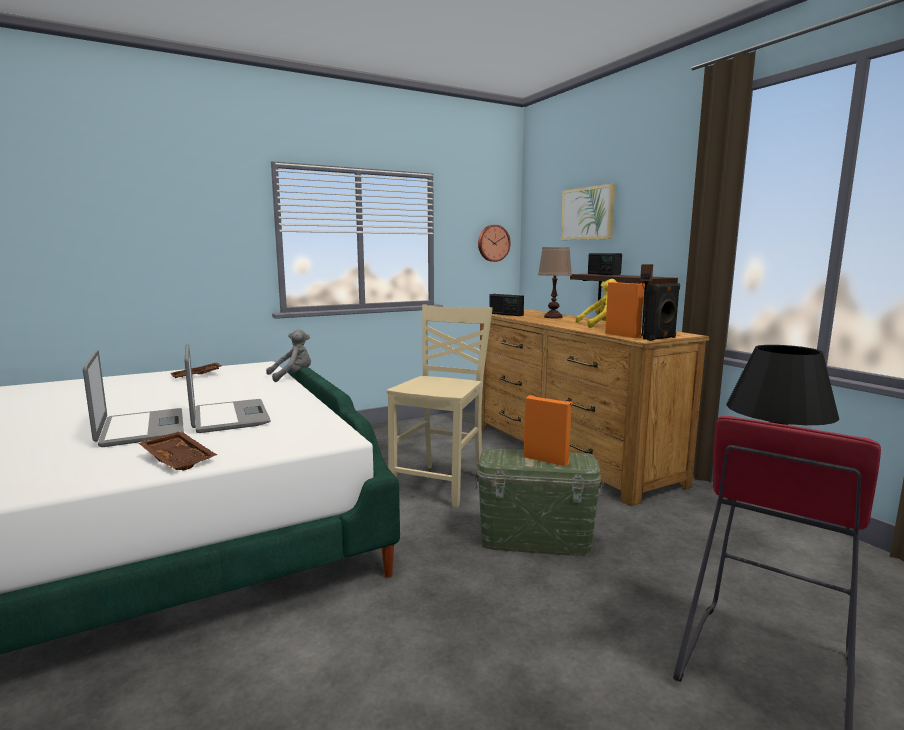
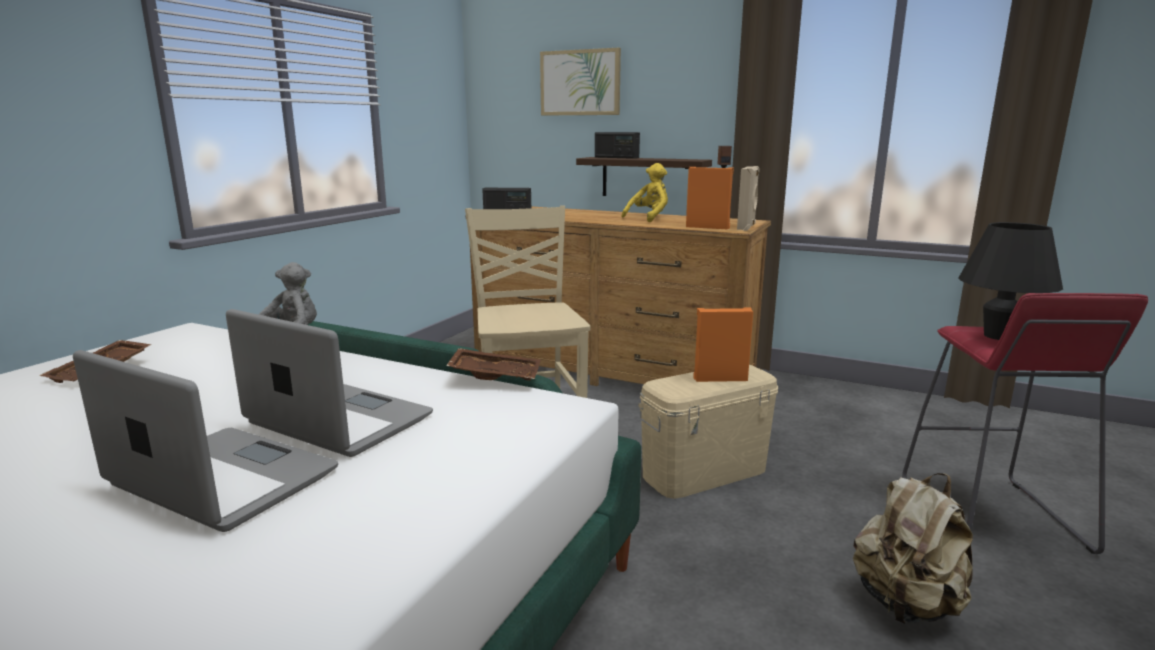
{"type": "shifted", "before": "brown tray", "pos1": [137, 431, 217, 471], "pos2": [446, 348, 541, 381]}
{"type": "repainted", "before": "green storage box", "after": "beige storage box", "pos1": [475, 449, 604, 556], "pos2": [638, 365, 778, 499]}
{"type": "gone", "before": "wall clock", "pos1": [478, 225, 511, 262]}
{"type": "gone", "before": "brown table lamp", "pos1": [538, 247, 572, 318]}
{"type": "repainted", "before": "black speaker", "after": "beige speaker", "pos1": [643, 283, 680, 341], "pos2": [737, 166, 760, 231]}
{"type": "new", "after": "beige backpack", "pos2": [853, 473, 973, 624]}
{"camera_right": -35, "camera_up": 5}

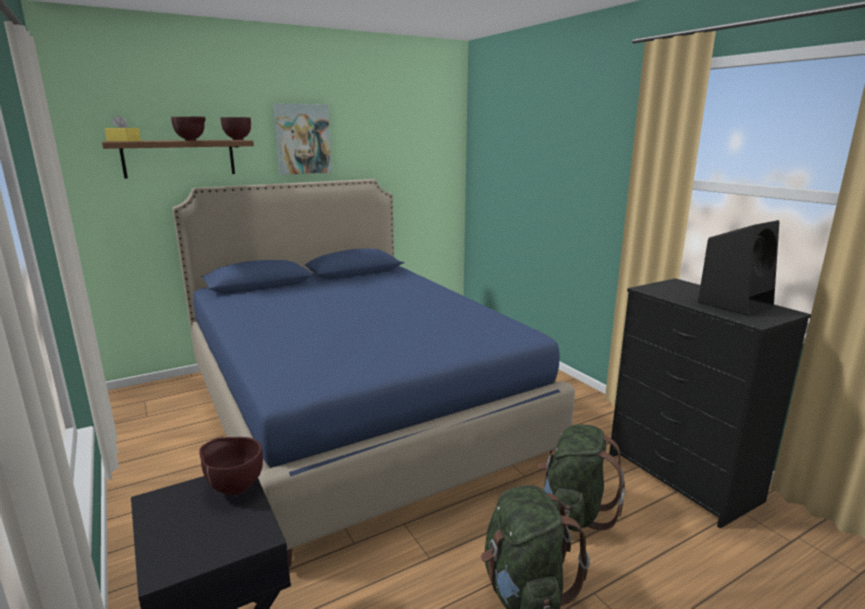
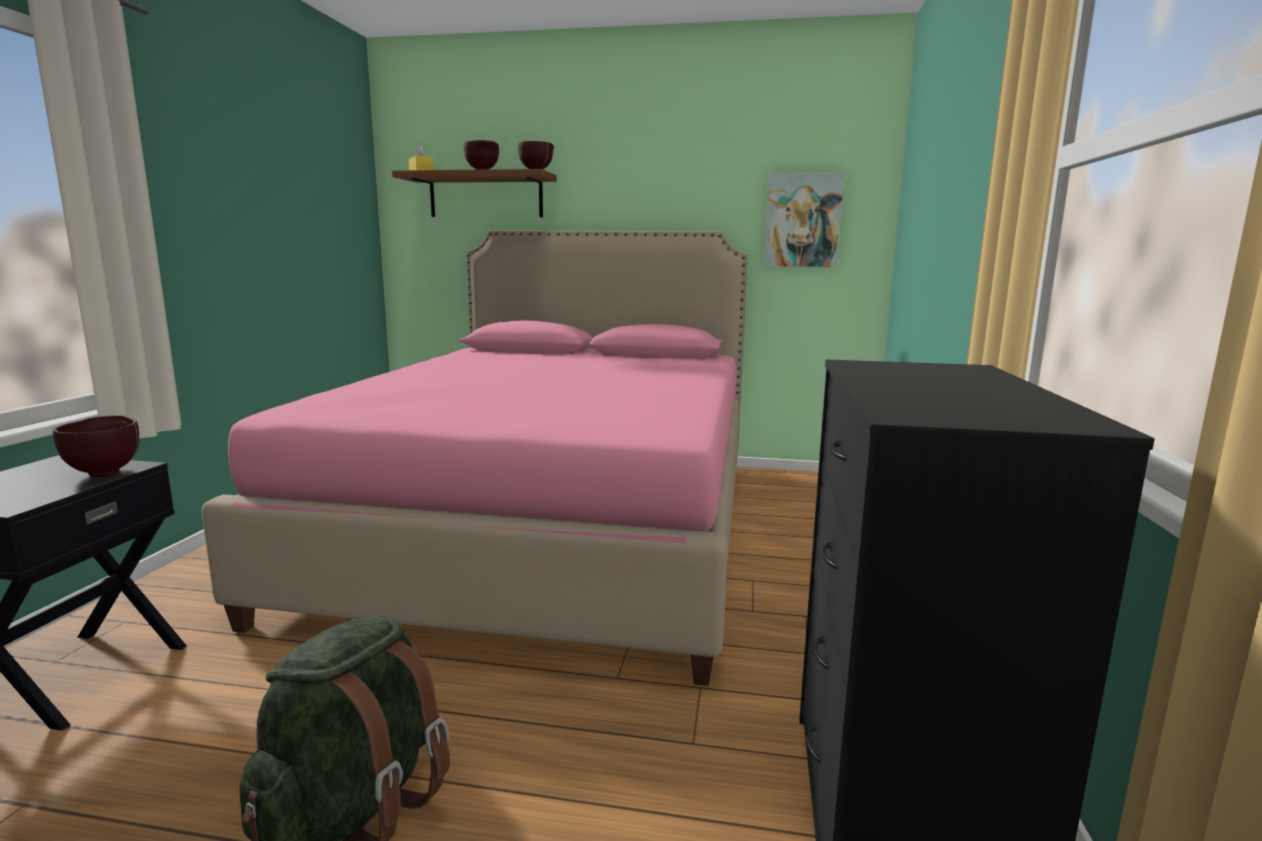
{"type": "repainted", "before": "blue bed", "after": "pink bed", "pos1": [172, 179, 575, 567], "pos2": [201, 230, 748, 686]}
{"type": "shifted", "before": "picture", "pos1": [273, 103, 332, 175], "pos2": [764, 172, 844, 267]}
{"type": "gone", "before": "green backpack", "pos1": [538, 424, 625, 532]}
{"type": "gone", "before": "black speaker", "pos1": [698, 220, 779, 316]}
{"camera_right": 40, "camera_up": -5}

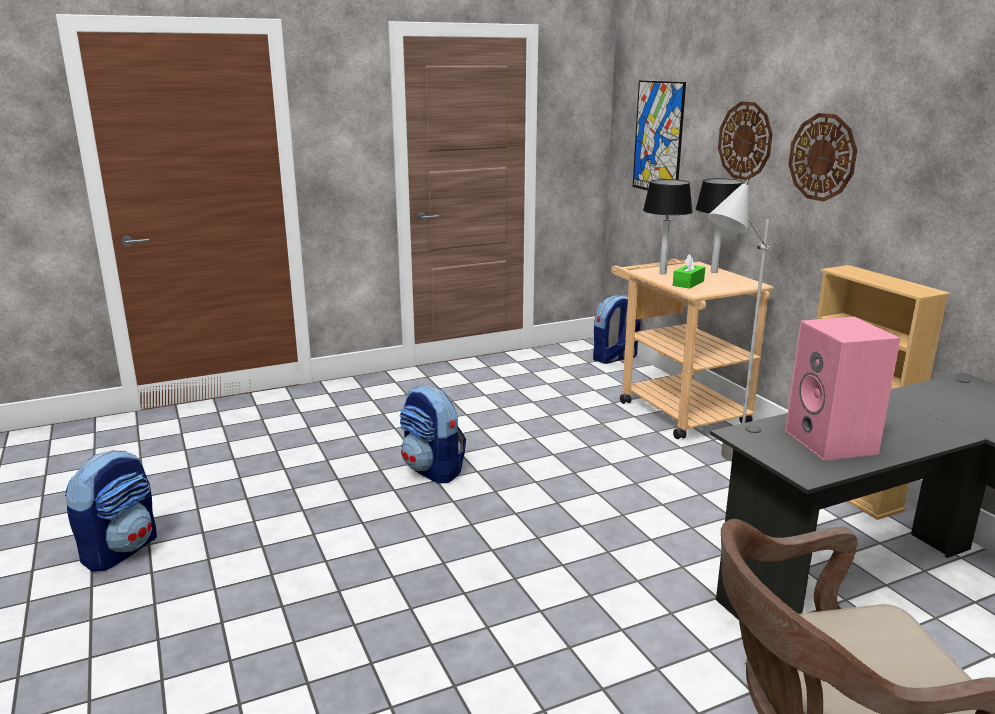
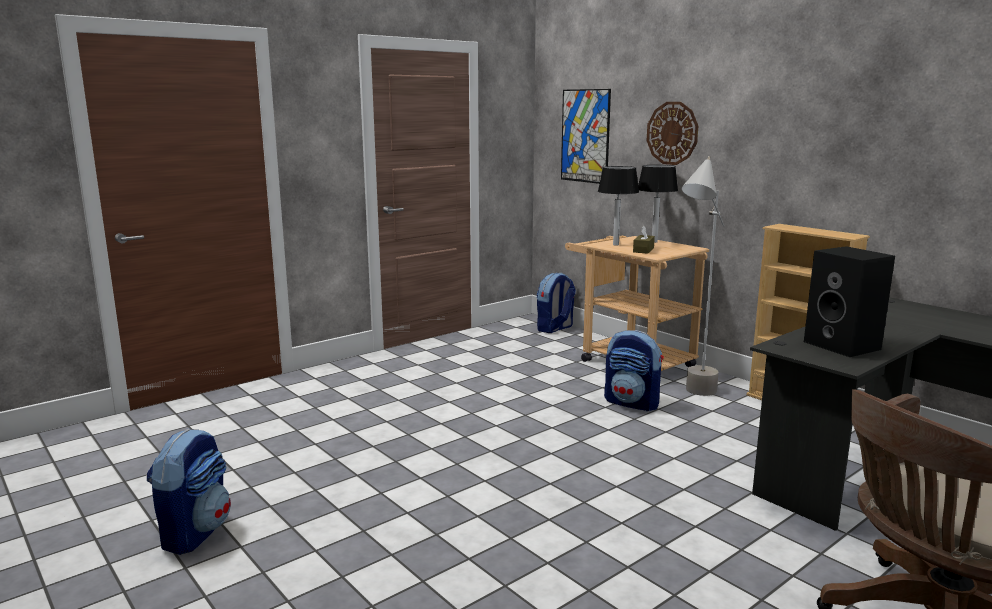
{"type": "shifted", "before": "backpack", "pos1": [399, 385, 466, 484], "pos2": [604, 330, 664, 411]}
{"type": "repainted", "before": "green tissue box", "after": "brown tissue box", "pos1": [673, 254, 705, 289], "pos2": [633, 226, 655, 254]}
{"type": "repainted", "before": "pink speaker", "after": "black speaker", "pos1": [785, 317, 901, 461], "pos2": [804, 246, 895, 357]}
{"type": "gone", "before": "wall clock", "pos1": [788, 113, 857, 201]}
{"camera_right": -15, "camera_up": -5}

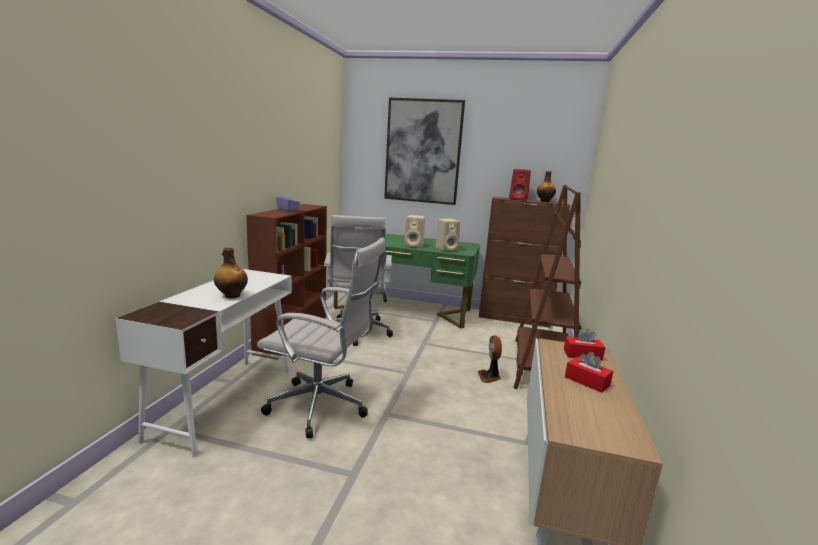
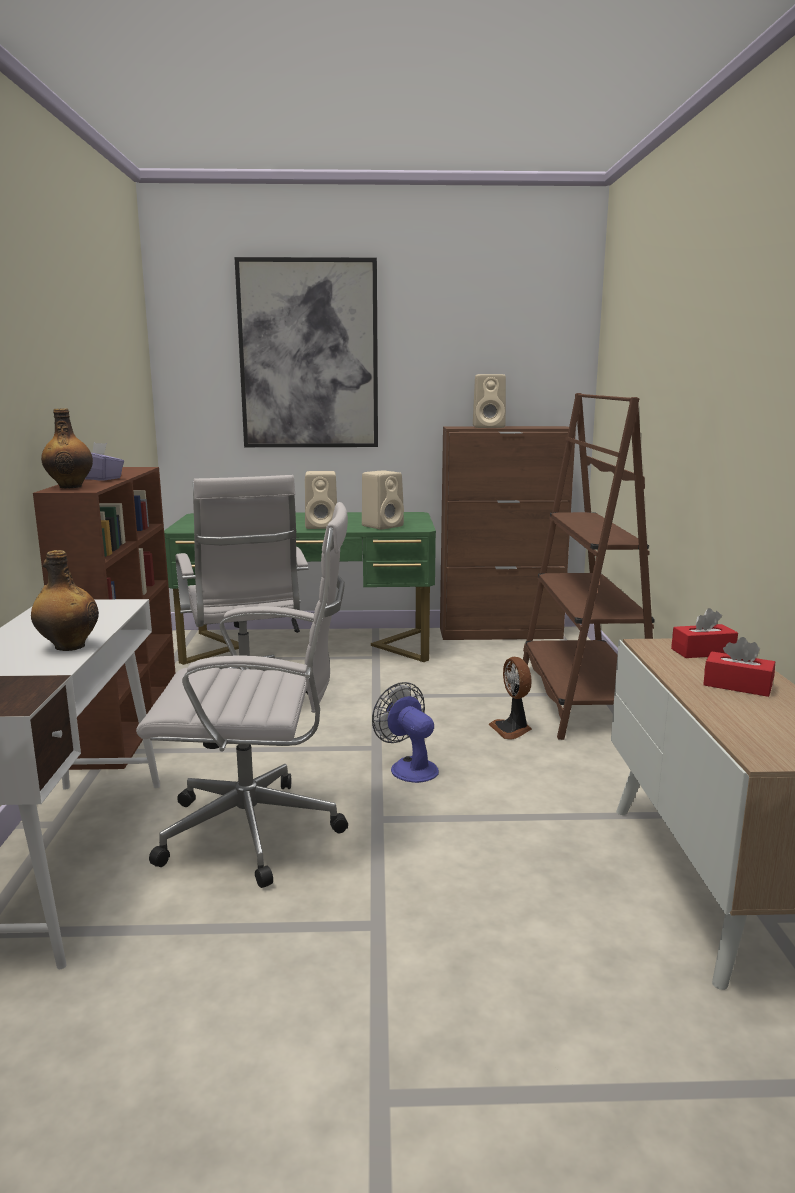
{"type": "repainted", "before": "red speaker", "after": "beige speaker", "pos1": [509, 169, 531, 201], "pos2": [473, 374, 506, 428]}
{"type": "shifted", "before": "bottle", "pos1": [537, 171, 556, 202], "pos2": [41, 408, 93, 488]}
{"type": "new", "after": "fan", "pos2": [372, 682, 439, 783]}
{"camera_right": -15, "camera_up": 0}

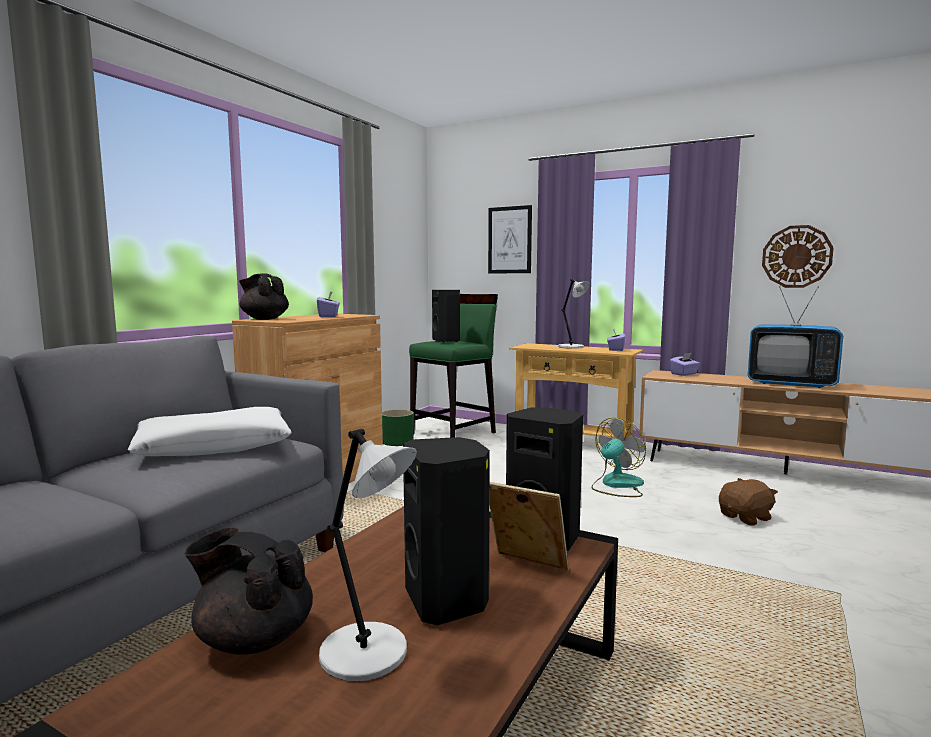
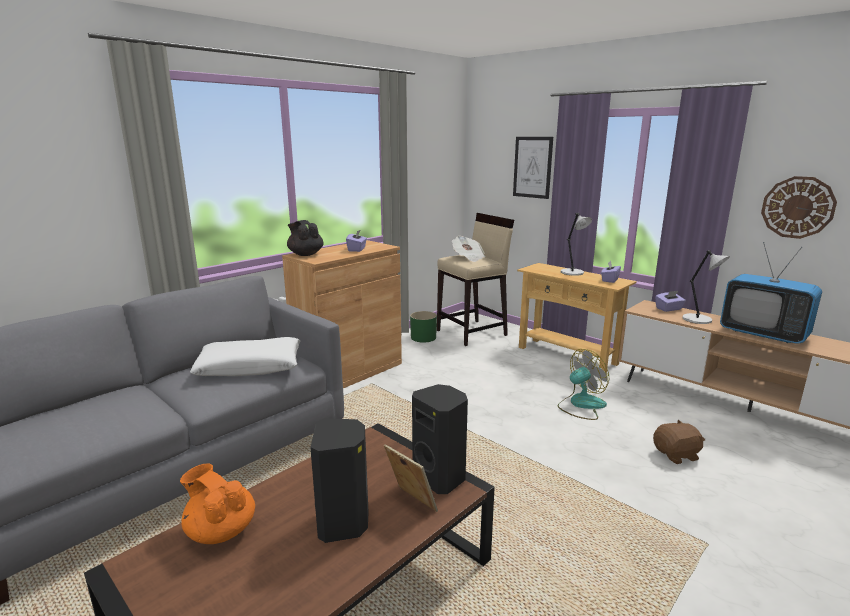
{"type": "repainted", "before": "black teapot", "after": "orange teapot", "pos1": [185, 528, 313, 654], "pos2": [180, 463, 255, 544]}
{"type": "shifted", "before": "grey table lamp", "pos1": [319, 429, 417, 681], "pos2": [682, 250, 730, 324]}
{"type": "repainted", "before": "green stool", "after": "beige stool", "pos1": [409, 294, 498, 438], "pos2": [437, 213, 514, 346]}
{"type": "swapped", "before": "black speaker", "after": "newspaper", "pos1": [432, 290, 460, 343], "pos2": [452, 236, 486, 262]}
{"camera_right": 15, "camera_up": 10}

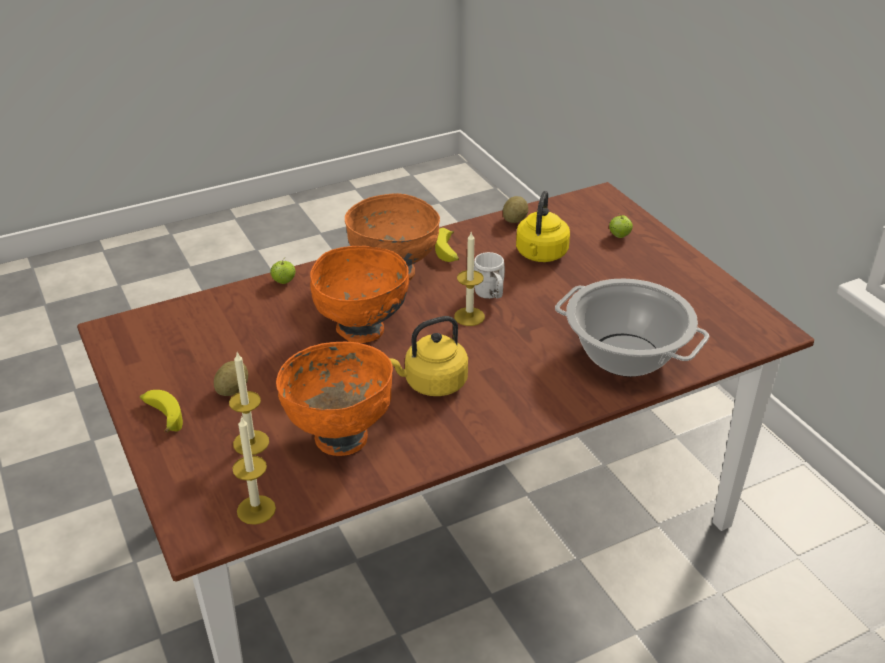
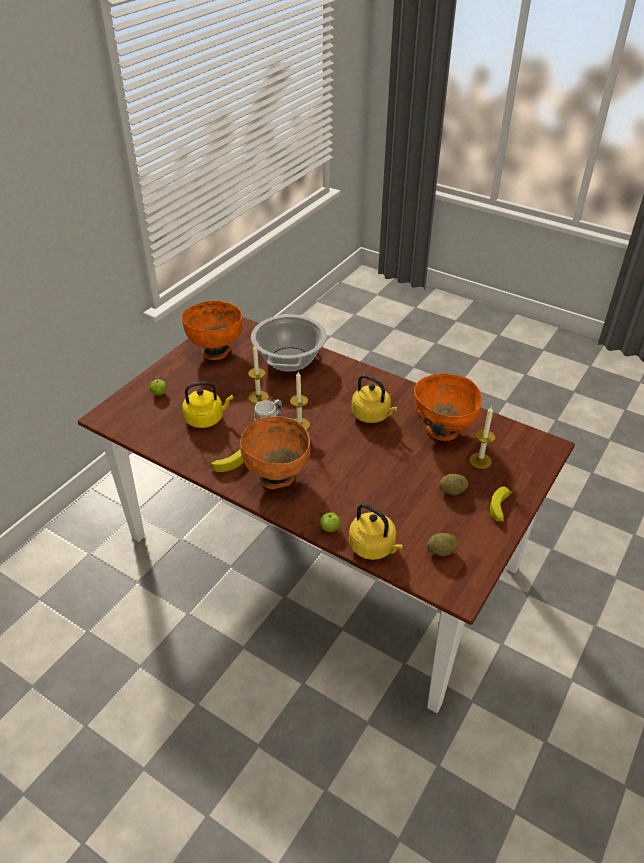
{"type": "shifted", "before": "candle", "pos1": [232, 416, 276, 525], "pos2": [248, 344, 269, 404]}
{"type": "shifted", "before": "orange bowl", "pos1": [310, 246, 409, 343], "pos2": [181, 301, 243, 360]}
{"type": "shifted", "before": "potato", "pos1": [503, 196, 528, 223], "pos2": [427, 533, 459, 556]}
{"type": "new", "after": "yellow kettle", "pos2": [349, 503, 403, 560]}
{"camera_right": -120, "camera_up": 5}

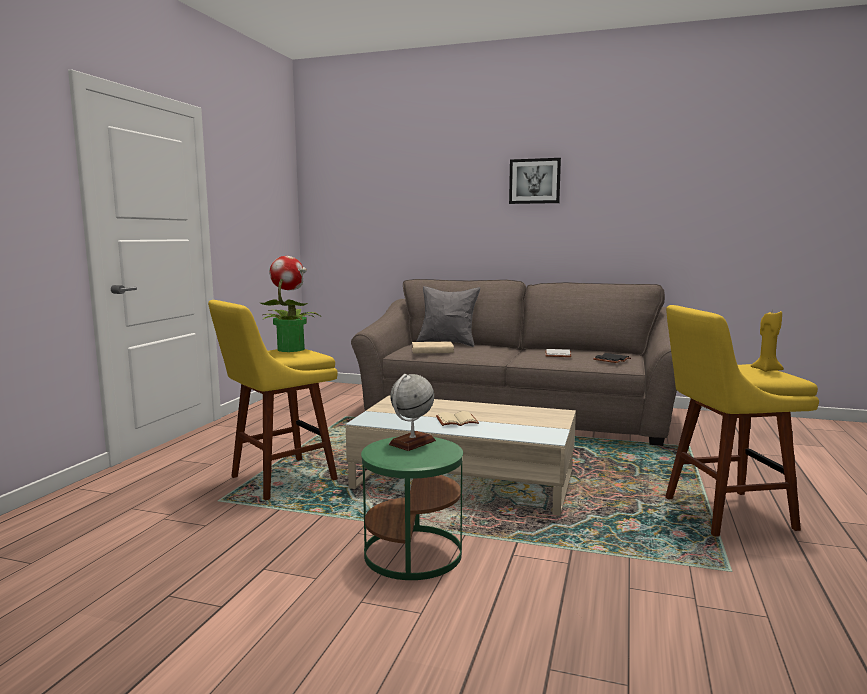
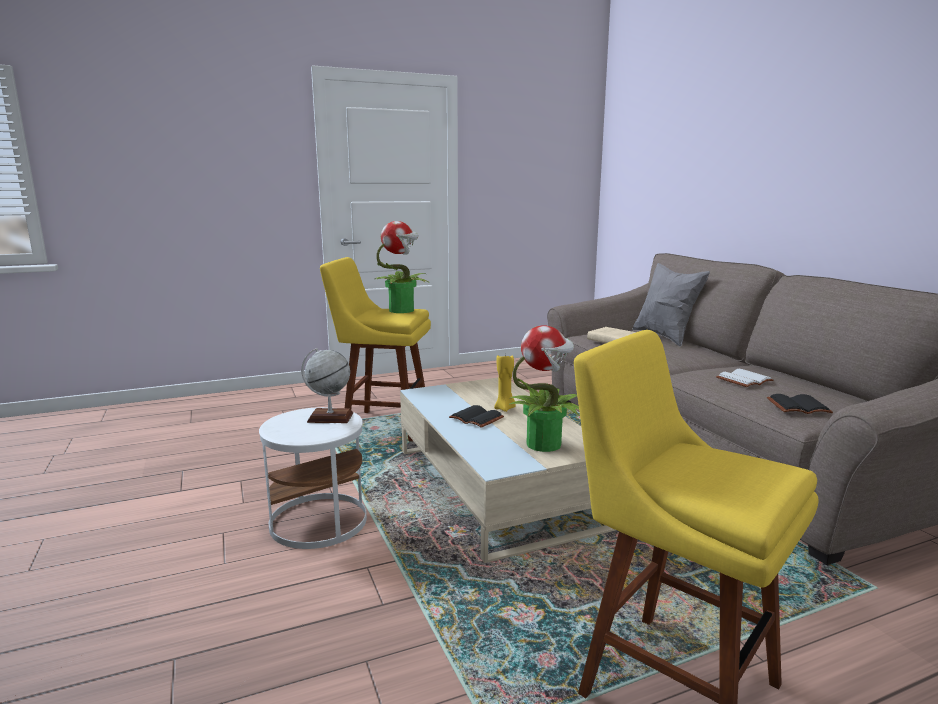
{"type": "repainted", "before": "green side table", "after": "white side table", "pos1": [361, 437, 463, 580], "pos2": [259, 407, 367, 549]}
{"type": "repainted", "before": "beige book", "after": "black book", "pos1": [436, 411, 479, 426], "pos2": [449, 405, 504, 428]}
{"type": "gone", "before": "picture", "pos1": [509, 158, 561, 204]}
{"type": "shifted", "before": "yellow candle", "pos1": [751, 311, 784, 372], "pos2": [494, 354, 515, 412]}
{"type": "new", "after": "potted plant", "pos2": [509, 326, 579, 452]}
{"camera_right": 50, "camera_up": 5}

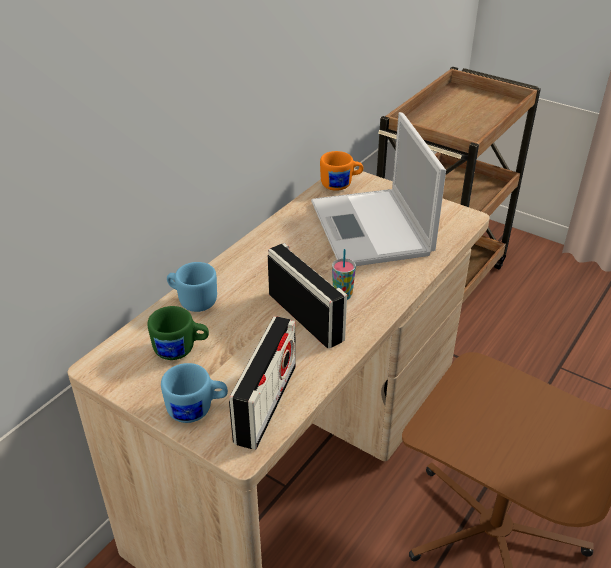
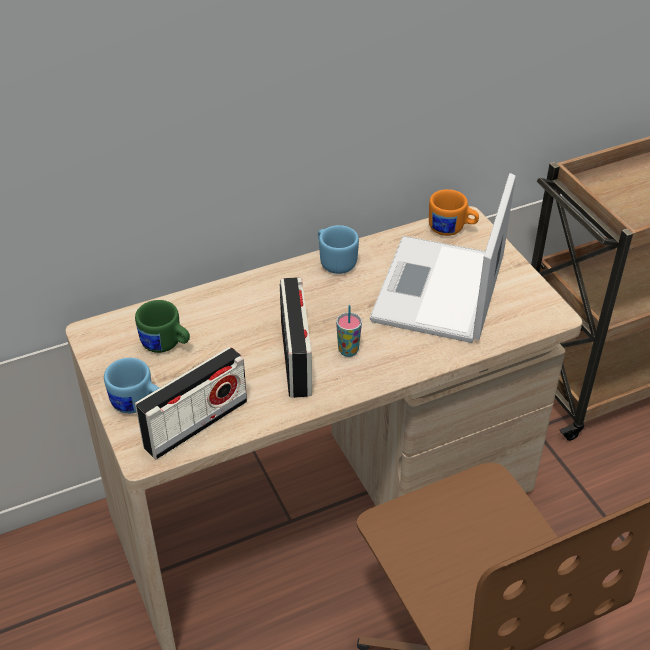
{"type": "shifted", "before": "blue mug", "pos1": [167, 262, 217, 312], "pos2": [318, 225, 359, 274]}
{"camera_right": 30, "camera_up": 5}

